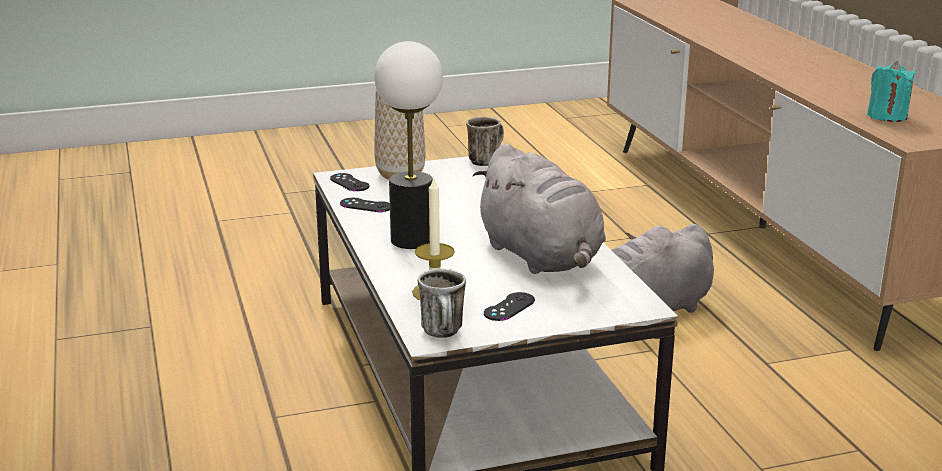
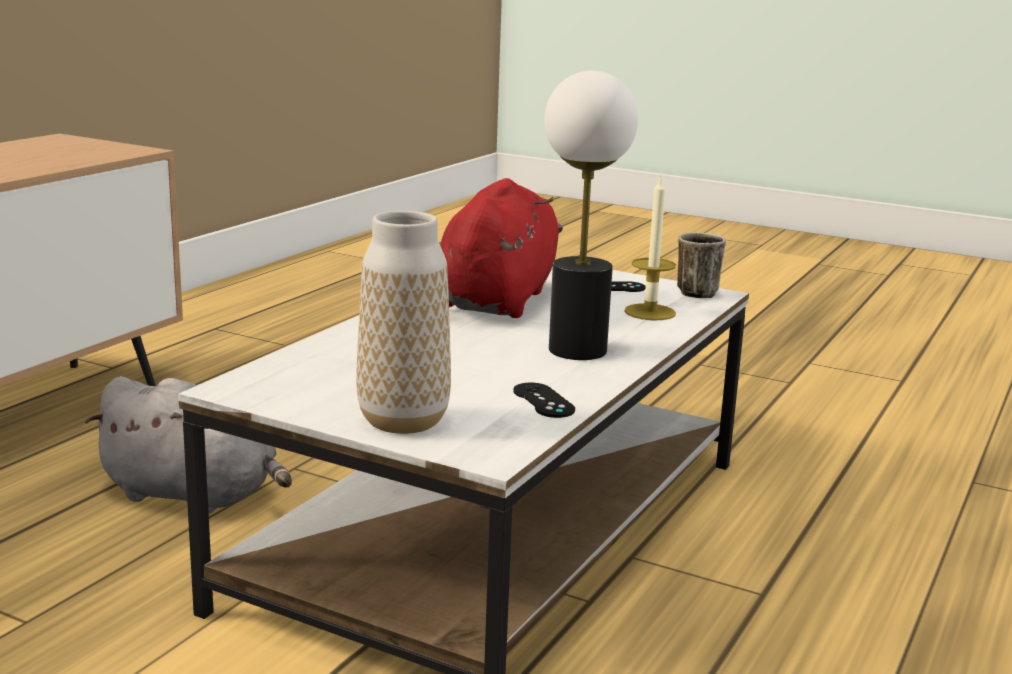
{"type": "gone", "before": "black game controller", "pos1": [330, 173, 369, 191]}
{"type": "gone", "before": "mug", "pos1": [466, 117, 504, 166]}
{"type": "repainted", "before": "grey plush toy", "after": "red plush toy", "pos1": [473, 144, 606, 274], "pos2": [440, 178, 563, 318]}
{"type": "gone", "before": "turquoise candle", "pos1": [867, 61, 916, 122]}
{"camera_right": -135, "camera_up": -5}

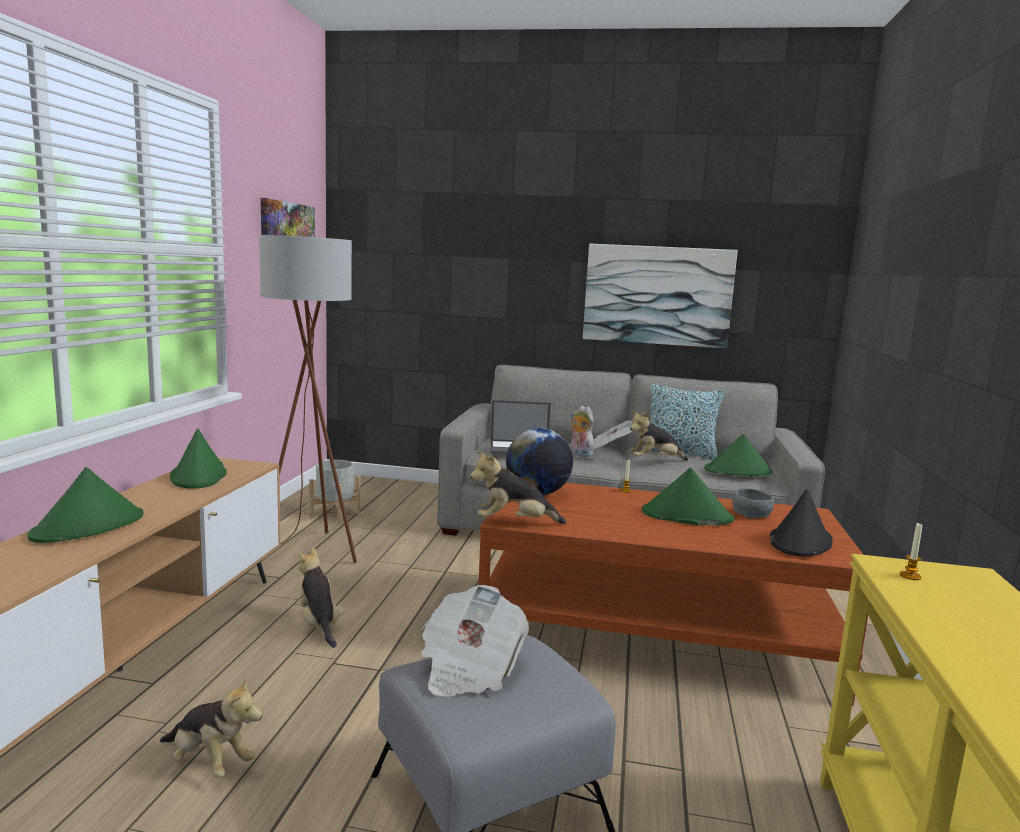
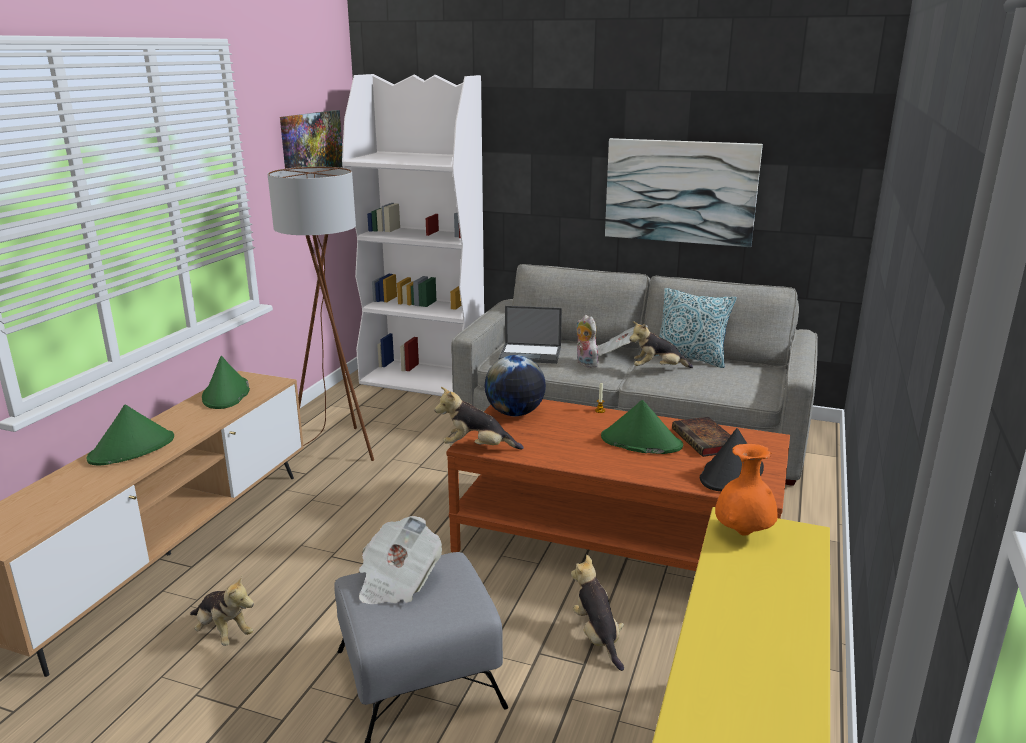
{"type": "shifted", "before": "plush toy", "pos1": [298, 547, 344, 648], "pos2": [571, 555, 624, 671]}
{"type": "gone", "before": "grey planter", "pos1": [309, 460, 360, 524]}
{"type": "gone", "before": "green hat", "pos1": [704, 434, 773, 476]}
{"type": "swapped", "before": "grey bowl", "after": "book", "pos1": [732, 488, 774, 519], "pos2": [672, 417, 731, 457]}
{"type": "swapped", "before": "candle", "after": "orange vase", "pos1": [900, 523, 922, 580], "pos2": [715, 444, 778, 536]}
{"type": "new", "after": "white bookcase", "pos2": [342, 74, 484, 396]}
{"camera_right": 10, "camera_up": 10}

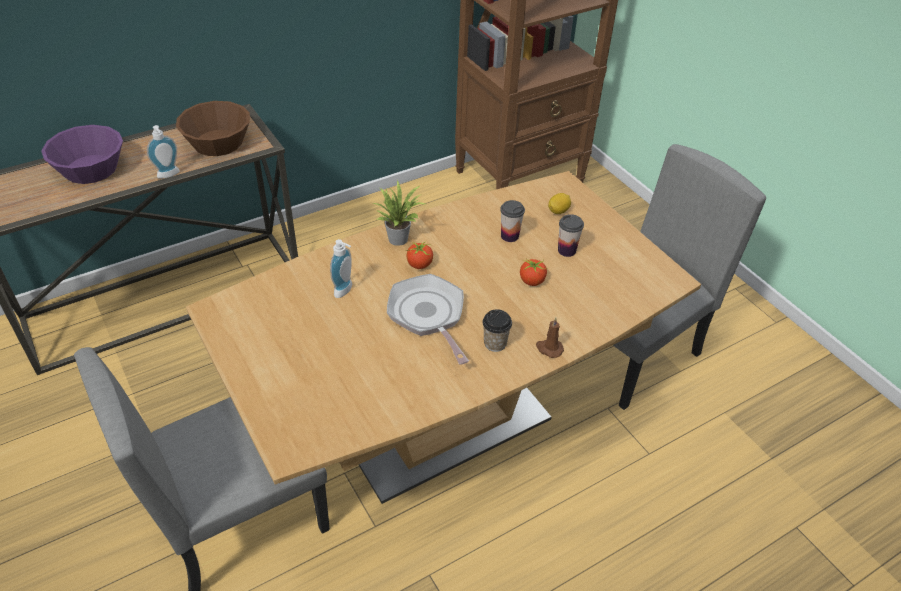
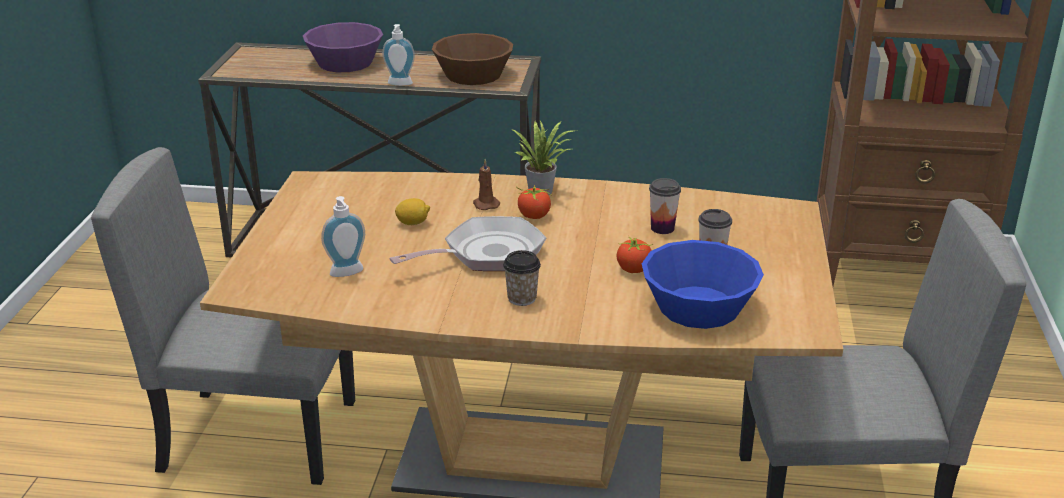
{"type": "shifted", "before": "soap dispenser", "pos1": [330, 239, 352, 298], "pos2": [321, 196, 365, 277]}
{"type": "rotated", "before": "frying pan", "pos1": [387, 274, 469, 365], "pos2": [389, 216, 546, 271], "turn": 45}
{"type": "shifted", "before": "brown candle", "pos1": [536, 317, 564, 358], "pos2": [473, 159, 500, 210]}
{"type": "shifted", "before": "lemon", "pos1": [548, 193, 571, 214], "pos2": [395, 198, 430, 225]}
{"type": "new", "after": "blue bowl", "pos2": [642, 240, 764, 329]}
{"camera_right": 40, "camera_up": -15}

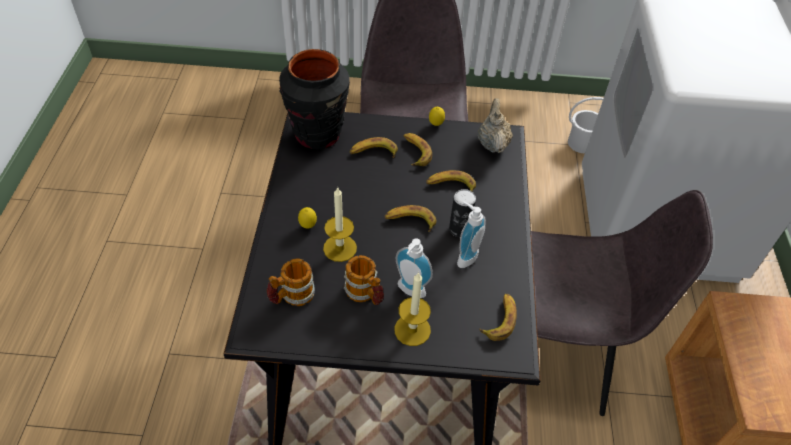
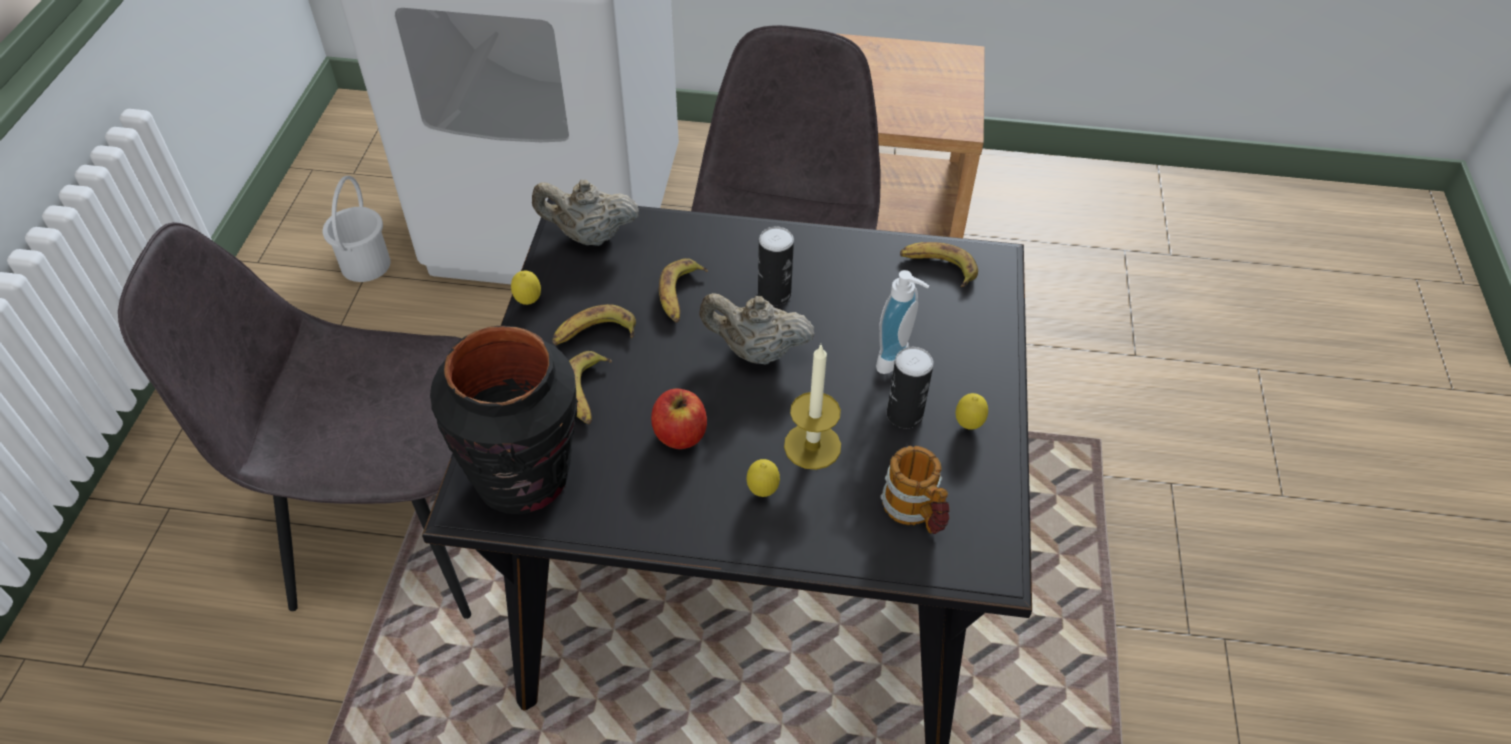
{"type": "swapped", "before": "mug", "after": "can", "pos1": [344, 255, 384, 305], "pos2": [887, 347, 934, 428]}
{"type": "swapped", "before": "banana", "after": "beige teapot", "pos1": [384, 205, 436, 232], "pos2": [699, 293, 815, 364]}
{"type": "gone", "before": "candle", "pos1": [394, 272, 431, 346]}
{"type": "gone", "before": "soap dispenser", "pos1": [457, 202, 486, 268]}
{"type": "new", "after": "apple", "pos2": [651, 389, 707, 449]}
{"type": "new", "after": "lemon", "pos2": [956, 393, 988, 430]}
{"camera_right": -85, "camera_up": 0}

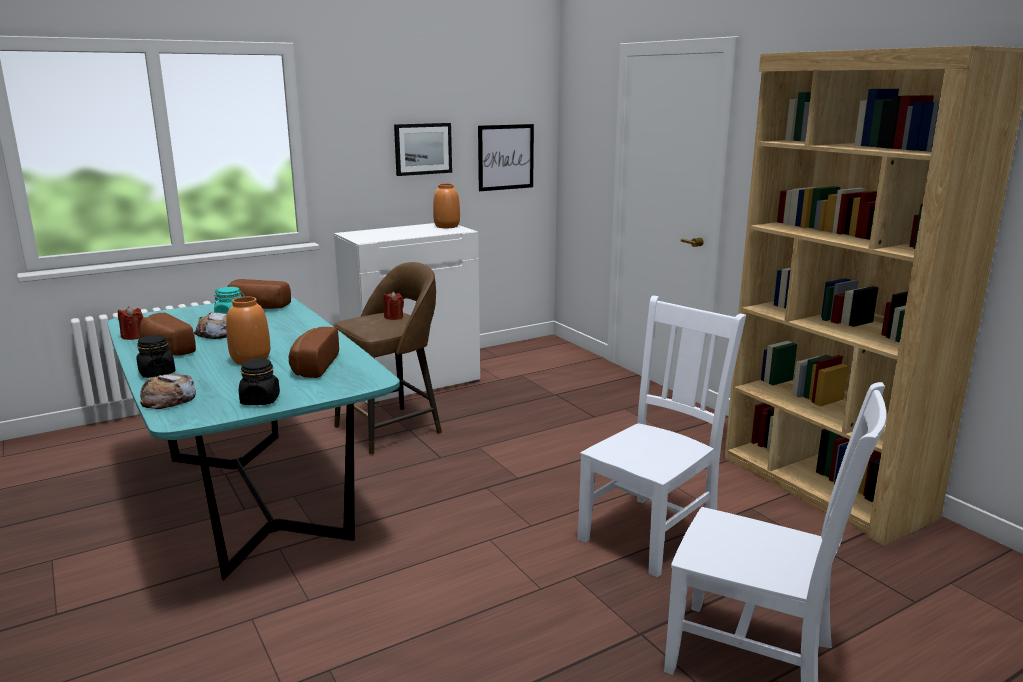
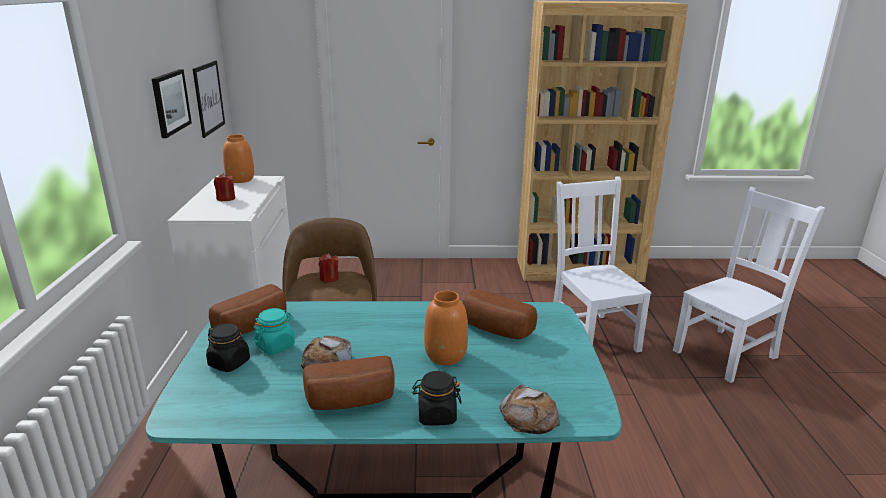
{"type": "shifted", "before": "red candle", "pos1": [118, 306, 144, 340], "pos2": [214, 173, 235, 201]}
{"type": "shifted", "before": "black jar", "pos1": [239, 358, 280, 405], "pos2": [206, 323, 250, 372]}
{"camera_right": -60, "camera_up": 5}

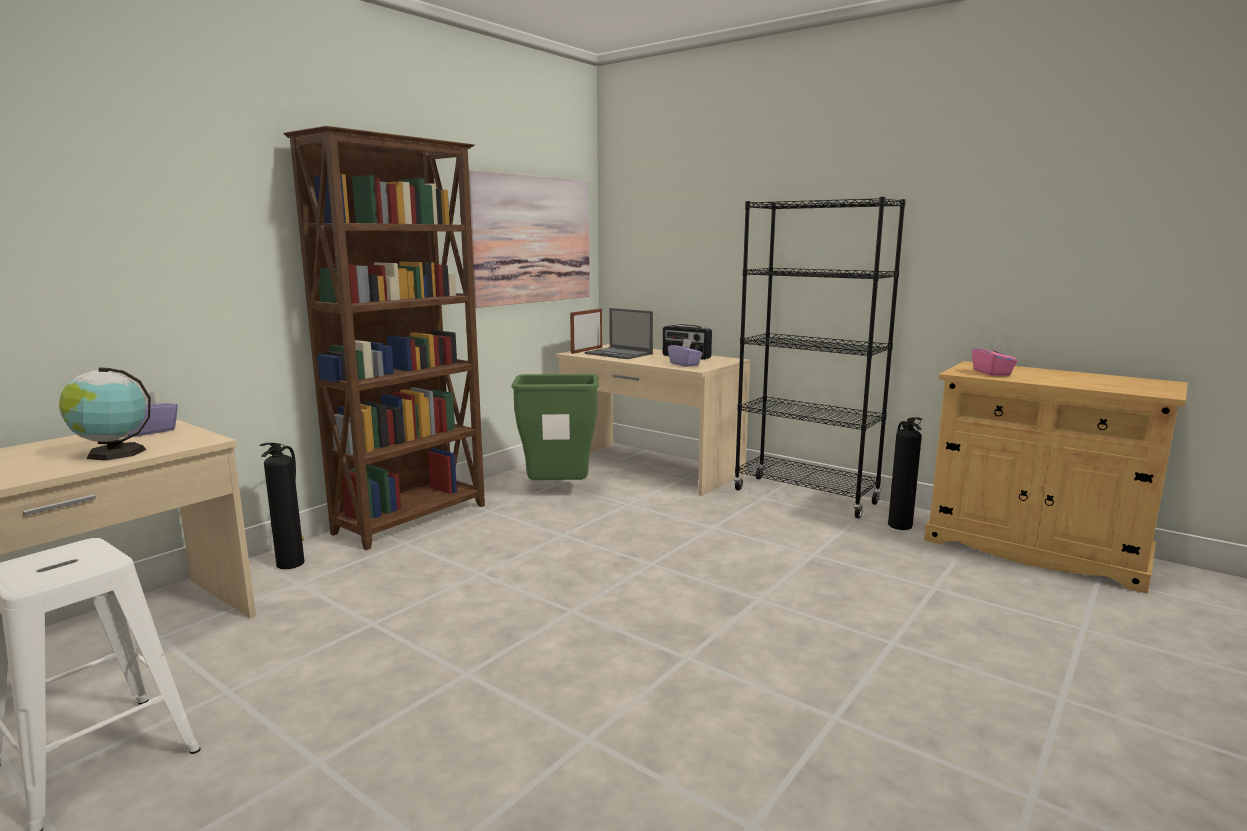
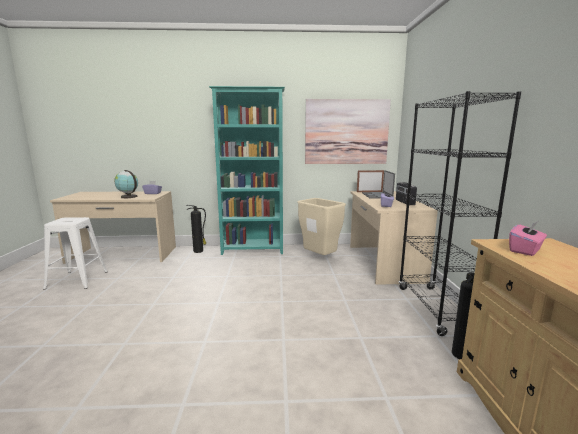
{"type": "repainted", "before": "brown bookcase", "after": "turquoise bookcase", "pos1": [283, 126, 485, 550], "pos2": [209, 86, 285, 255]}
{"type": "repainted", "before": "green trash can", "after": "beige trash can", "pos1": [511, 374, 599, 480], "pos2": [297, 198, 346, 255]}
{"camera_right": 50, "camera_up": 0}

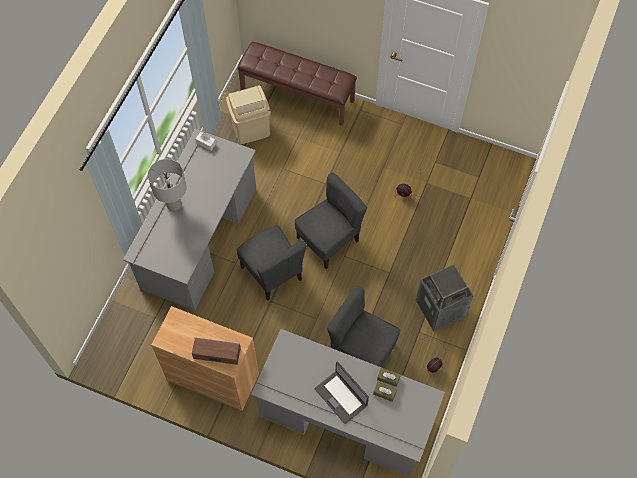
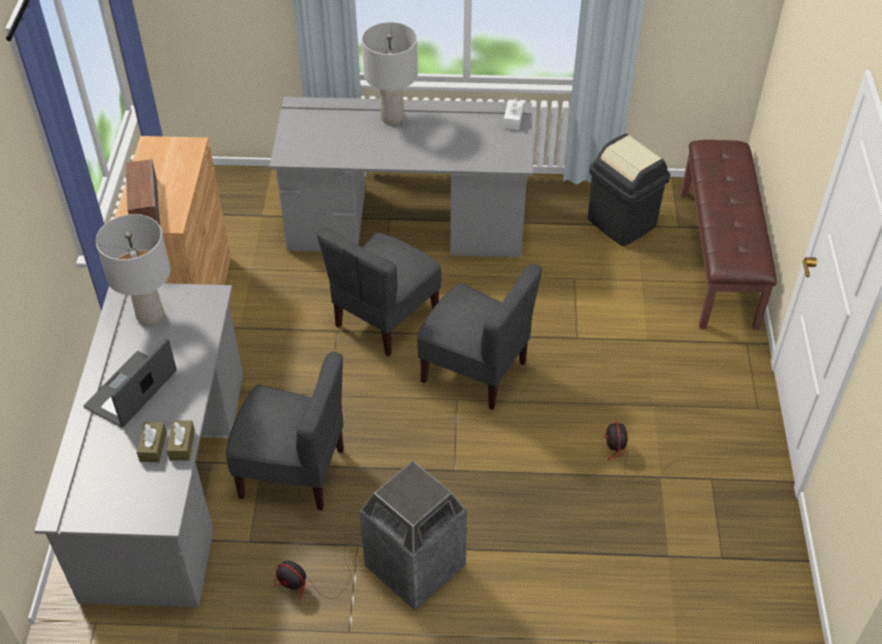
{"type": "repainted", "before": "beige trash can", "after": "black trash can", "pos1": [226, 85, 271, 144], "pos2": [588, 134, 670, 246]}
{"type": "rotated", "before": "grey chair", "pos1": [327, 285, 400, 367], "pos2": [226, 352, 344, 510], "turn": 90}
{"type": "new", "after": "grey table lamp", "pos2": [96, 214, 170, 326]}
{"camera_right": 70, "camera_up": -15}

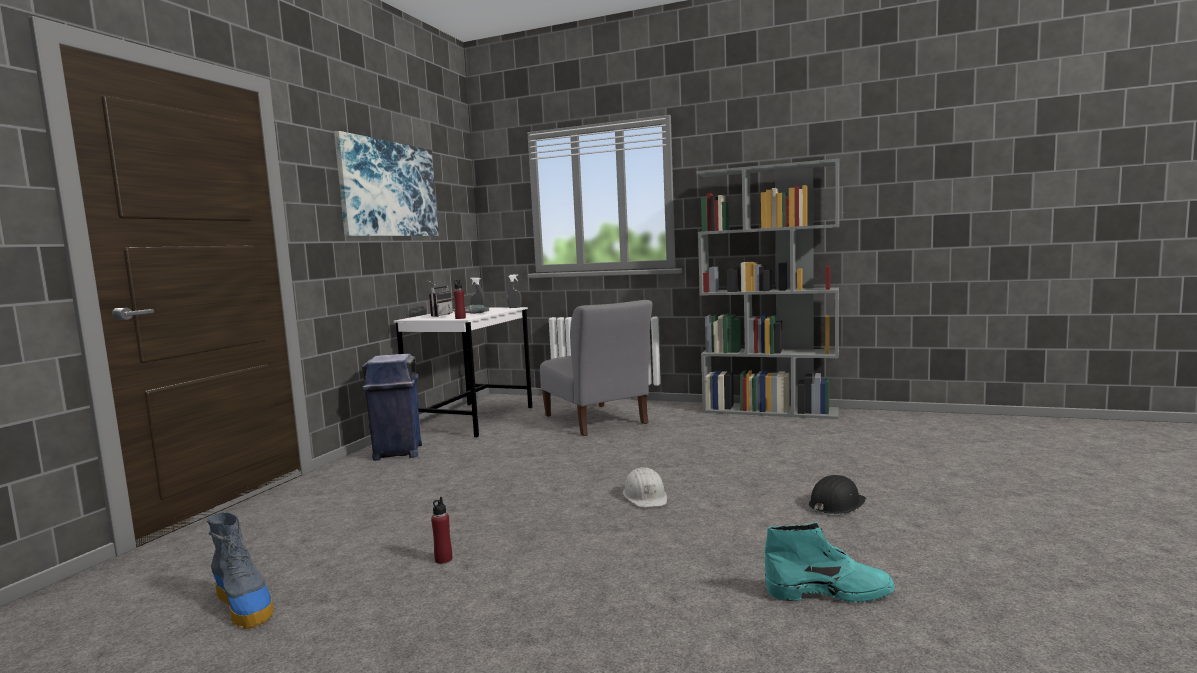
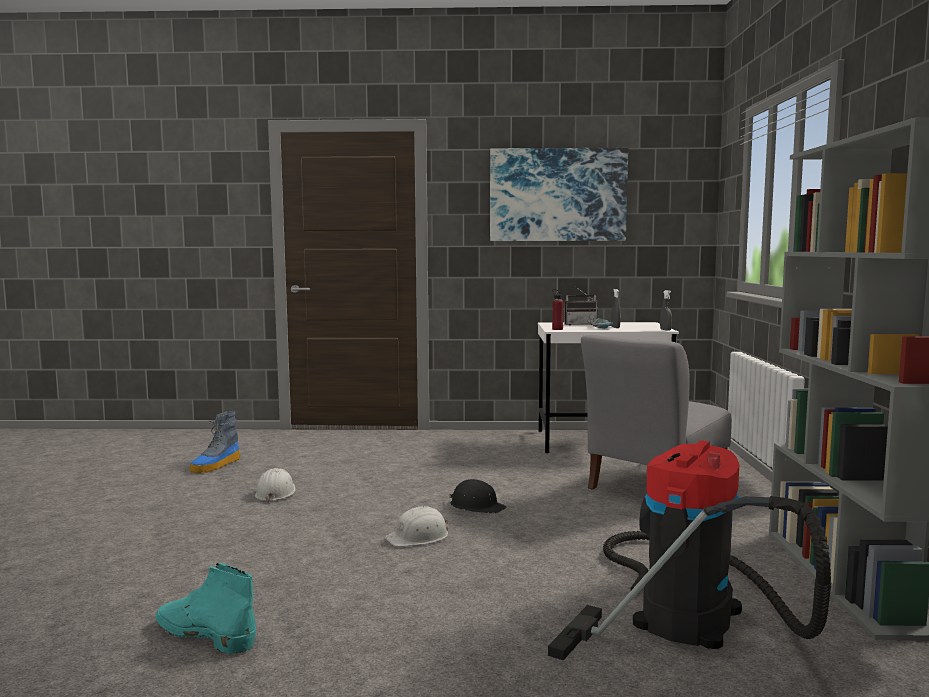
{"type": "gone", "before": "blue trash can", "pos1": [362, 354, 422, 461]}
{"type": "swapped", "before": "red bottle", "after": "white hard hat", "pos1": [431, 497, 452, 564], "pos2": [255, 468, 295, 503]}
{"type": "rotated", "before": "turquoise boot", "pos1": [765, 521, 895, 602], "pos2": [155, 563, 256, 654], "turn": 135}
{"type": "shifted", "before": "black hard hat", "pos1": [809, 475, 866, 514], "pos2": [449, 479, 506, 514]}
{"type": "new", "after": "vacuum cleaner", "pos2": [548, 440, 831, 660]}
{"camera_right": 70, "camera_up": 0}

